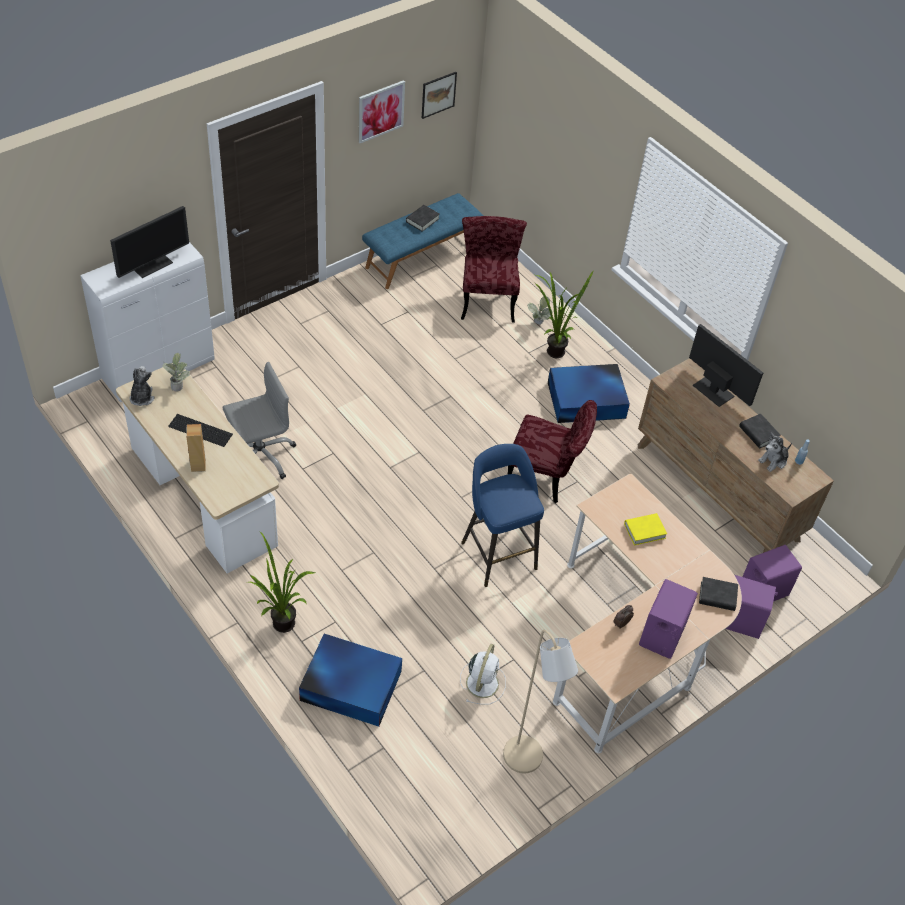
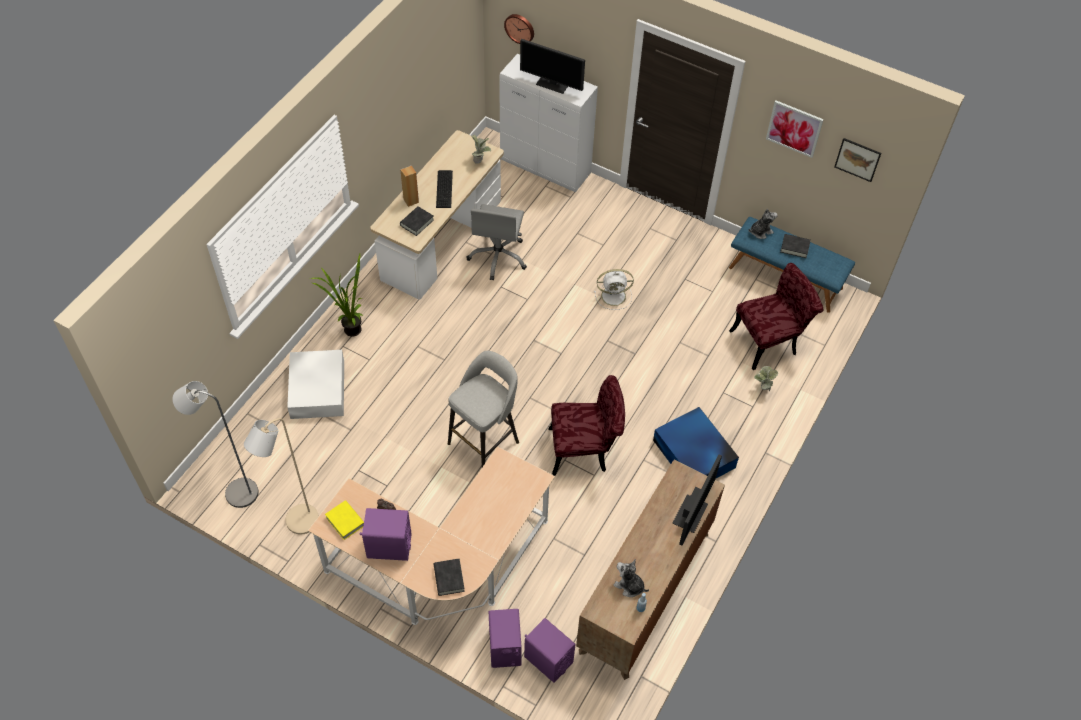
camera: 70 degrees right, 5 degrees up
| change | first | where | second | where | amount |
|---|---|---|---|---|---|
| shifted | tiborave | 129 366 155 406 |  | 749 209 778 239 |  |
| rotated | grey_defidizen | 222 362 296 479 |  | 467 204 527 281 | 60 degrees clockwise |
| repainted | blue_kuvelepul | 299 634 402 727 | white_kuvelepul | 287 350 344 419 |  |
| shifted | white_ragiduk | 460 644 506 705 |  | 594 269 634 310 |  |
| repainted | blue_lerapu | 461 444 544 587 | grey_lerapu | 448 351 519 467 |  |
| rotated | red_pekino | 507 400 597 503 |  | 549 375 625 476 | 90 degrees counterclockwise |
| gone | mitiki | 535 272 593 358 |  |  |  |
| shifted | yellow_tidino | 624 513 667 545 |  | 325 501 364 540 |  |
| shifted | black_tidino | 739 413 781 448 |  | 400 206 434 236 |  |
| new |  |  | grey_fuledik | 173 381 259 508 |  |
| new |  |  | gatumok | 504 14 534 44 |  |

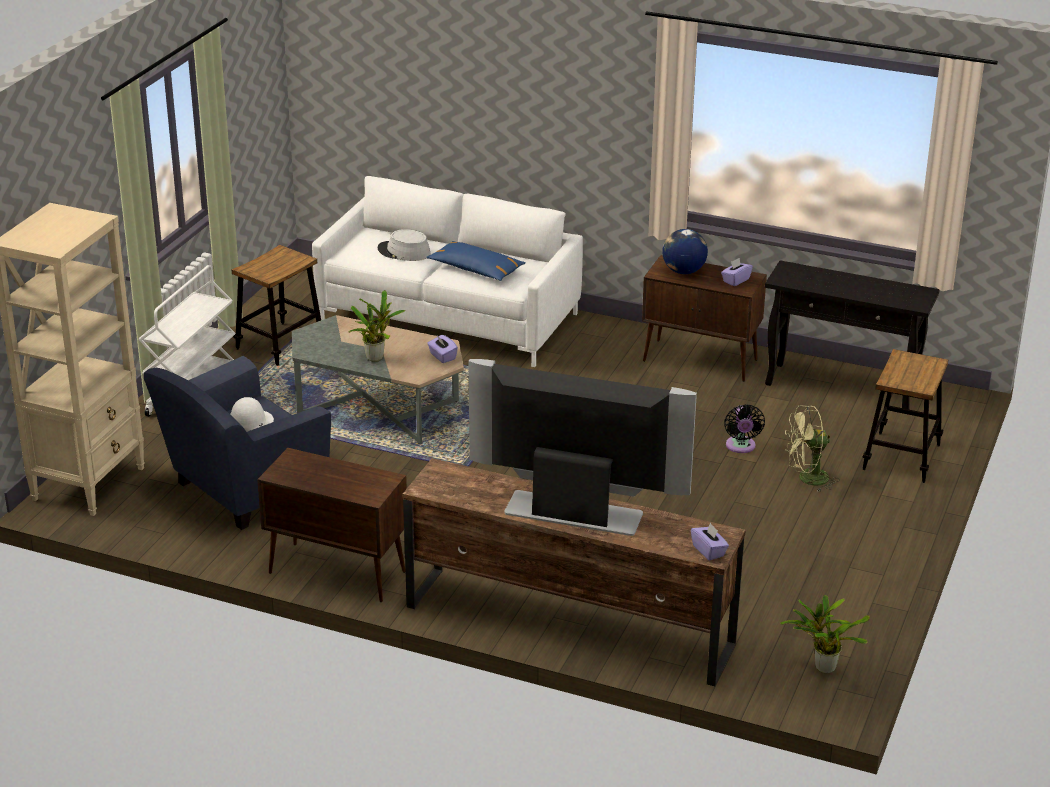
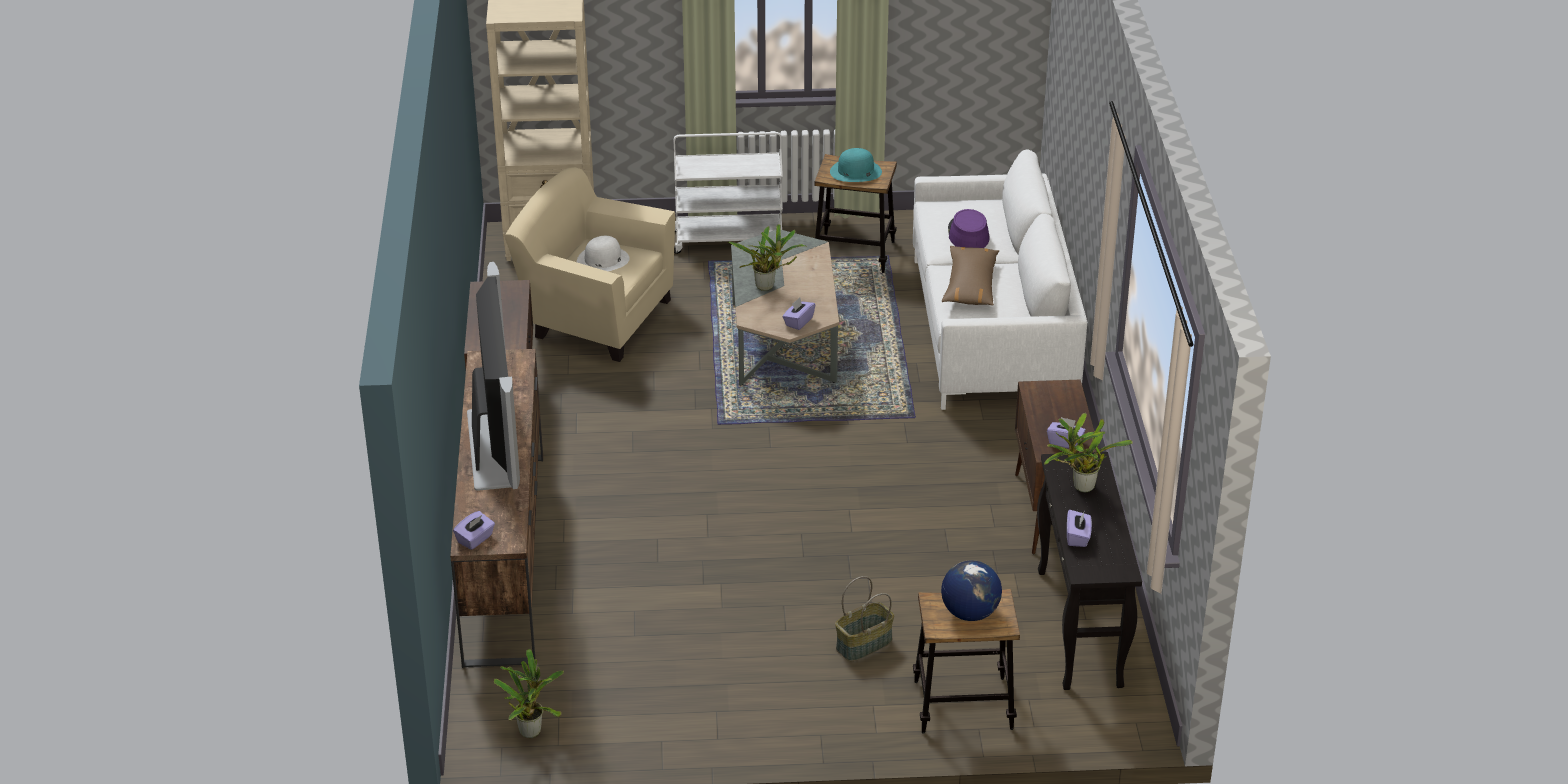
camera: 65 degrees right, 5 degrees up
| change | first | where | second | where | amount |
|---|---|---|---|---|---|
| repainted | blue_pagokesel | 144 356 331 530 | beige_pagokesel | 505 167 675 362 |  |
| repainted | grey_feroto | 378 229 430 261 | purple_feroto | 948 209 990 248 |  |
| repainted | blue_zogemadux | 426 241 525 281 | brown_zogemadux | 942 246 999 305 |  |
| shifted | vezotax | 662 229 708 274 |  | 941 560 1002 621 |  |
| gone | black_ragiduk | 724 404 765 453 |  |  |  |
| swapped | green_ragiduk | 785 406 840 492 | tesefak | 835 576 894 661 |  |
| new |  |  | turquoise_feroto | 830 148 882 182 |  |
| new |  |  | mitiki | 1044 413 1133 493 |  |
| new |  |  | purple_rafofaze | 1067 510 1092 547 |  |

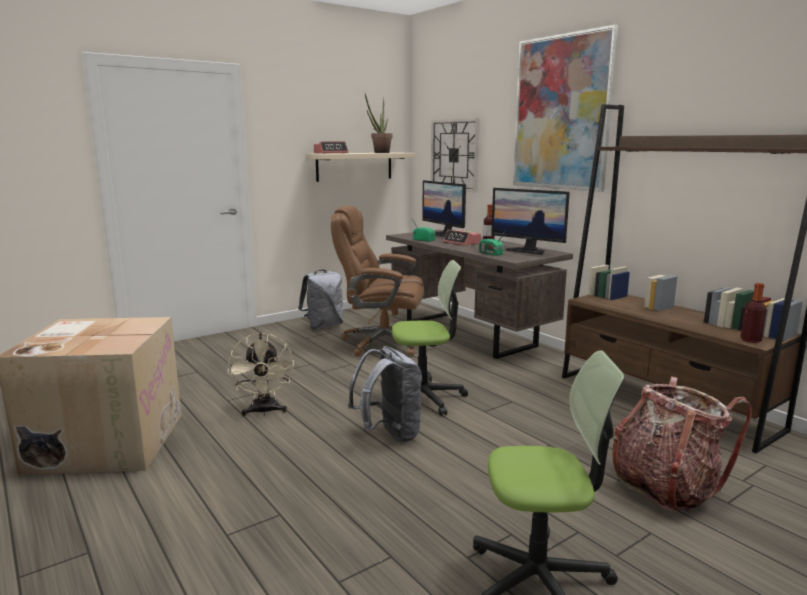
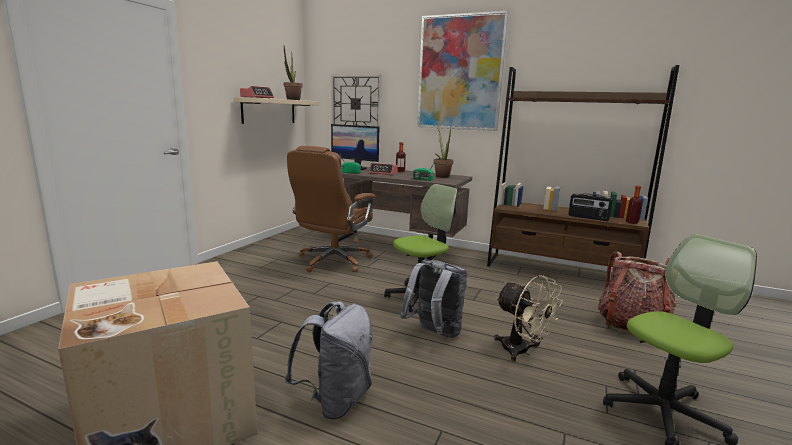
camera: 30 degrees left, 0 degrees up
| change | first | where | second | where | amount |
|---|---|---|---|---|---|
| shifted | beige_ragiduk | 227 333 294 416 |  | 494 275 563 362 |  |
| shifted | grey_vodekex | 298 270 343 329 |  | 285 302 373 420 |  |
| rotated | brown_defidizen | 330 205 424 357 |  | 287 146 376 272 | 45 degrees counterclockwise |
| swapped | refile | 491 188 570 255 | mitiki | 434 124 454 178 |  |
| new |  |  | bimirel | 568 193 613 221 |  |

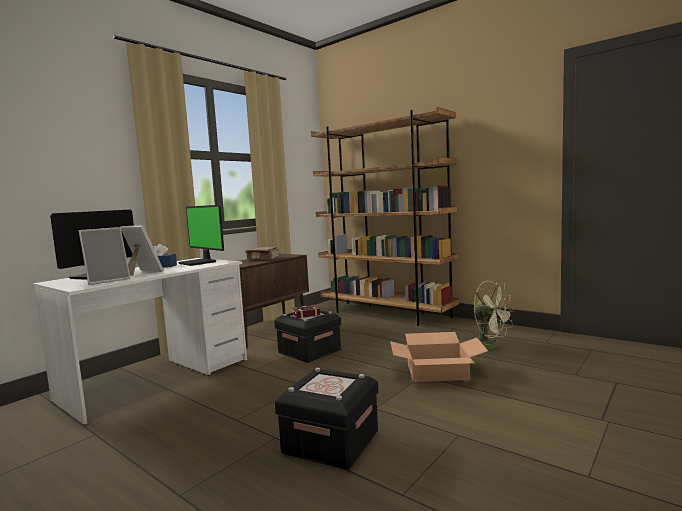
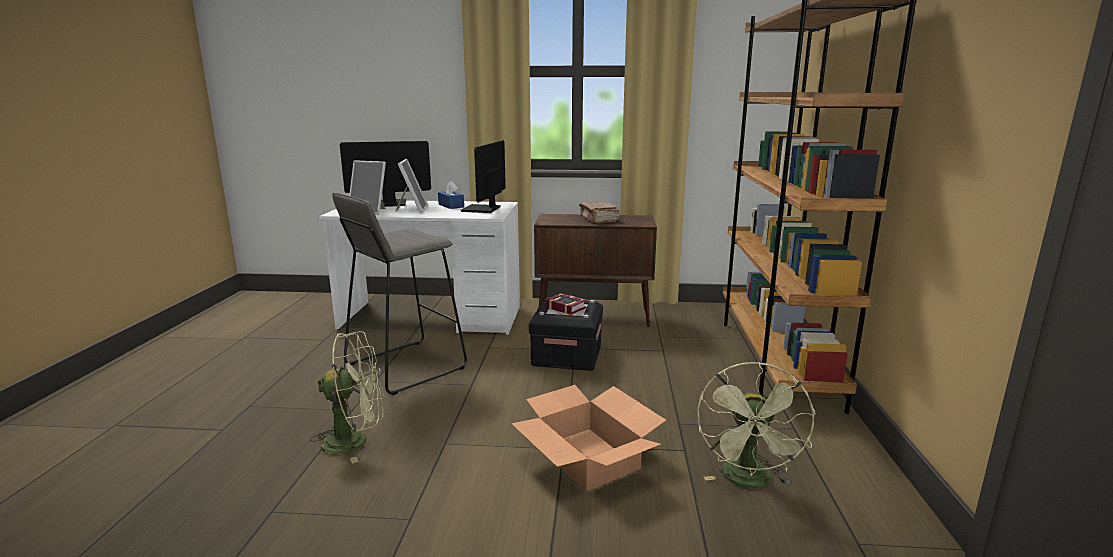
camera: 55 degrees right, 10 degrees up
| change | first | where | second | where | amount |
|---|---|---|---|---|---|
| swapped | black_kuvelepul | 275 368 378 470 | green_ragiduk | 310 331 384 464 |  |
| new |  |  | grey_lerapu | 332 193 467 395 |  |

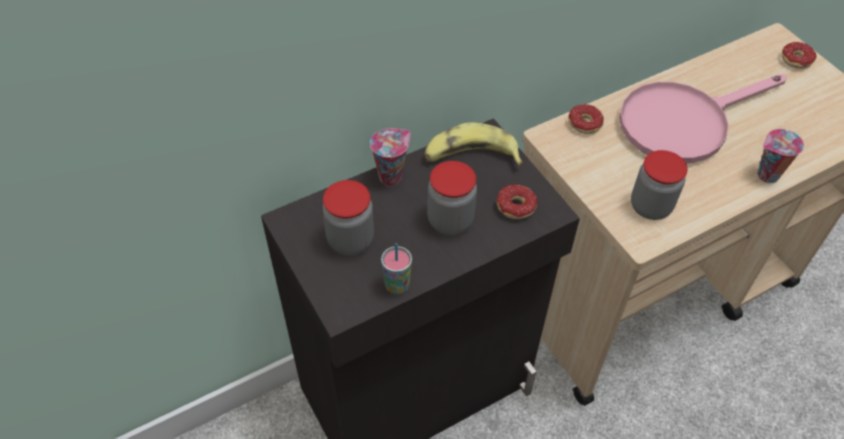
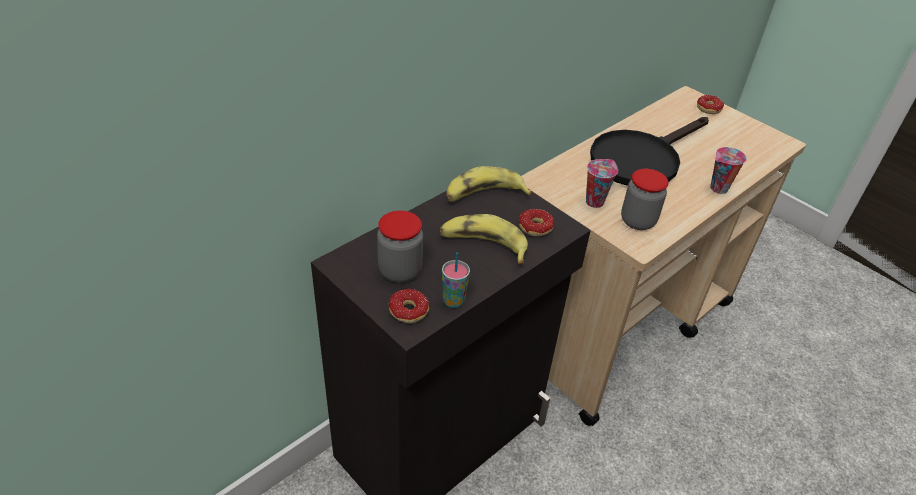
camera: 15 degrees left, 10 degrees down
| change | first | where | second | where | amount |
|---|---|---|---|---|---|
| shifted | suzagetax | 370 128 411 187 |  | 586 159 618 208 |  |
| swapped | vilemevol | 427 161 477 235 | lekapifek | 440 214 528 264 |  |
| shifted | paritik | 568 104 604 134 |  | 388 289 429 330 |  |
| repainted | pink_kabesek | 619 74 787 163 | black_kabesek | 590 117 709 186 |  |

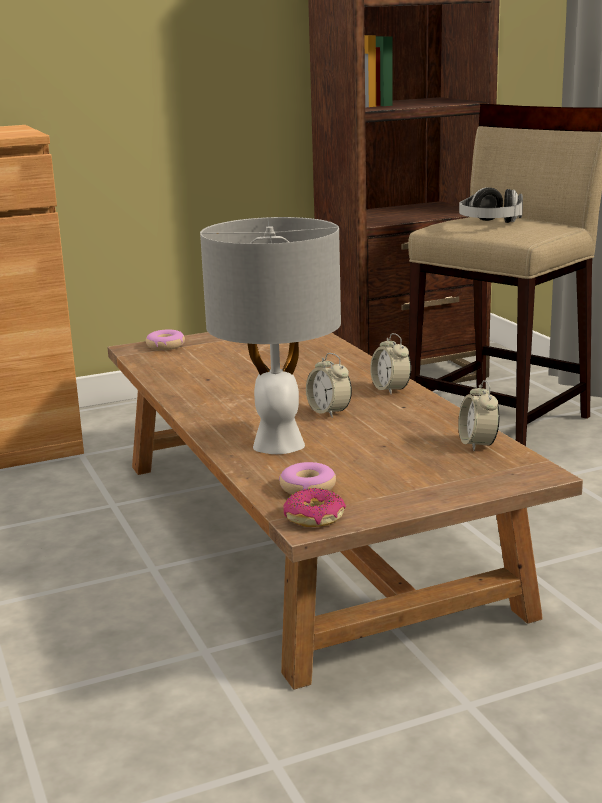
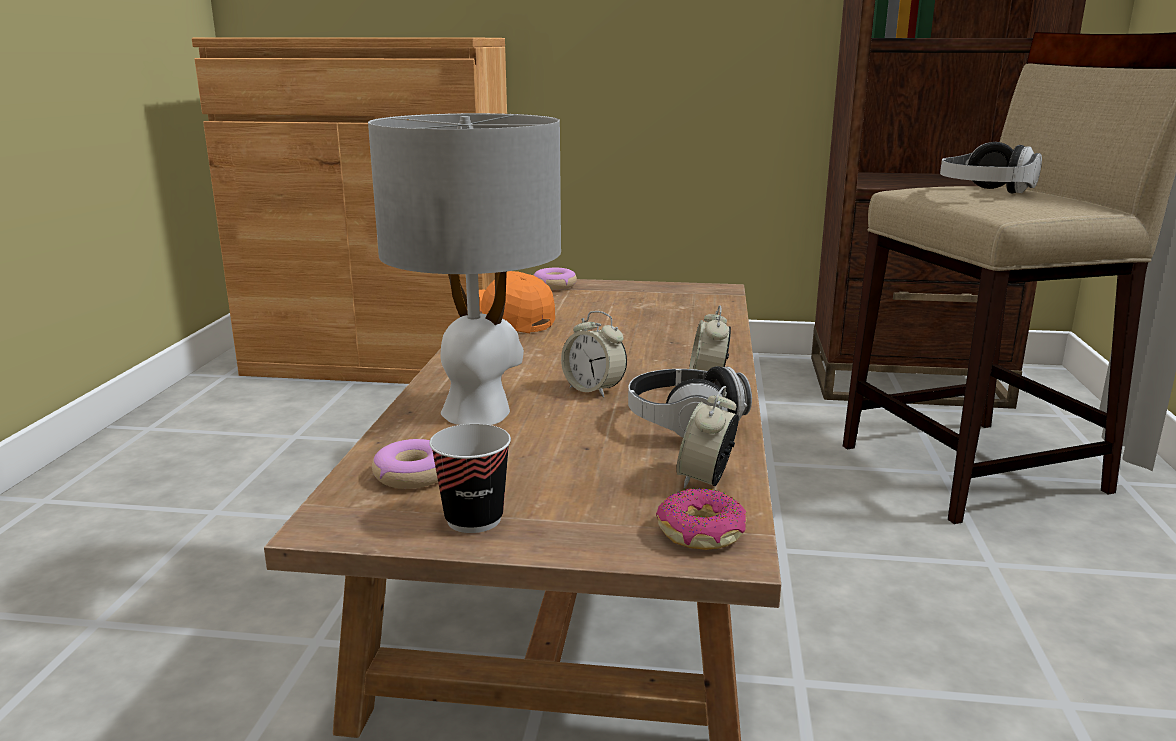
camera: 30 degrees right, 0 degrees up
| change | first | where | second | where | amount |
|---|---|---|---|---|---|
| shifted | paritik | 283 488 346 527 |  | 656 488 746 550 |  |
| rotated | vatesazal | 306 353 352 418 |  | 561 311 627 398 | 45 degrees counterclockwise |
| new |  |  | suzagetax | 429 424 511 533 |  |
| new |  |  | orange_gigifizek | 479 271 555 333 |  |
| new |  |  | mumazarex | 628 366 752 438 |  |

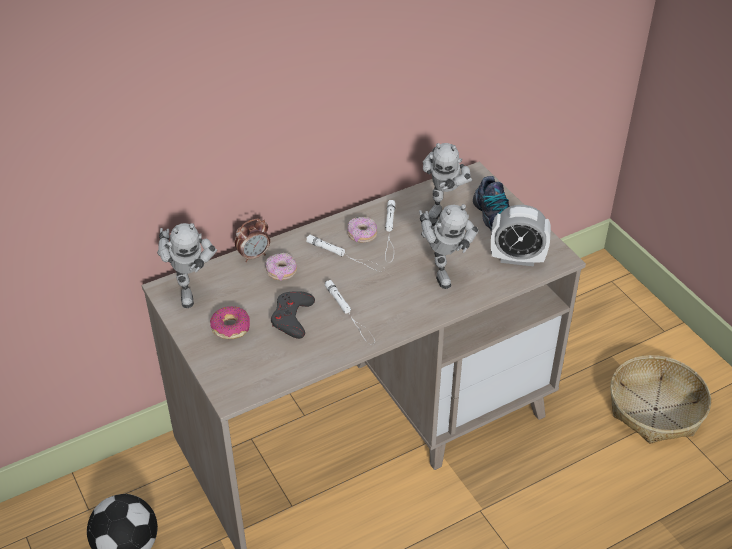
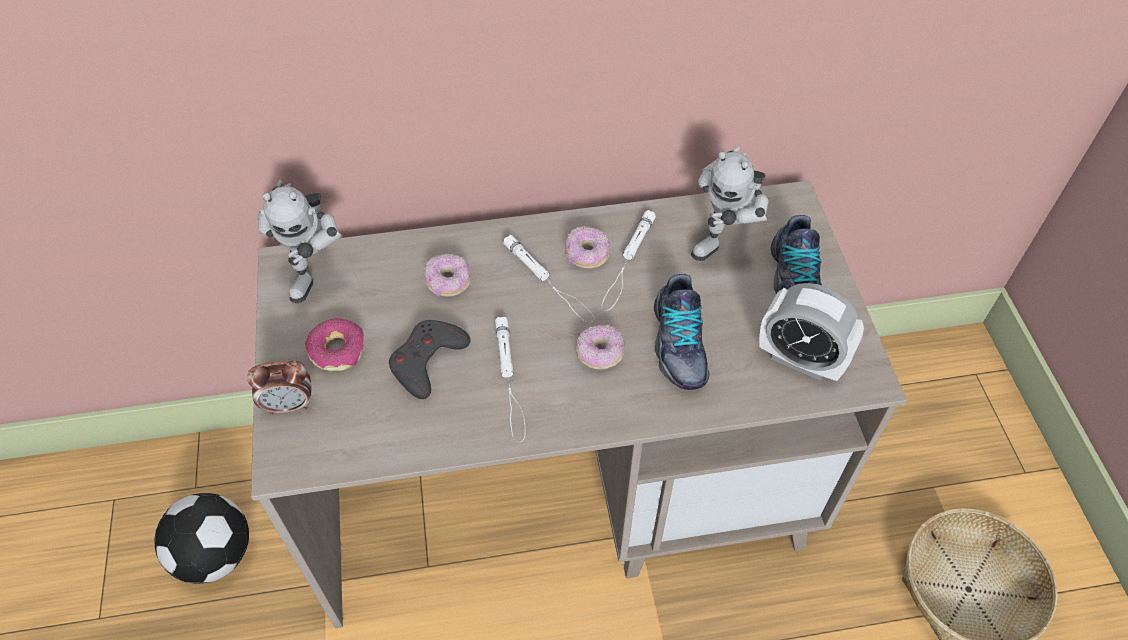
camera: 20 degrees right, 10 degrees up
| change | first | where | second | where | amount |
|---|---|---|---|---|---|
| shifted | vatesazal | 235 219 270 262 |  | 247 361 311 415 |  |
| swapped | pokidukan | 419 204 479 289 | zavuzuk | 654 274 710 390 |  |
| new |  |  | paritik | 575 324 625 370 |  |

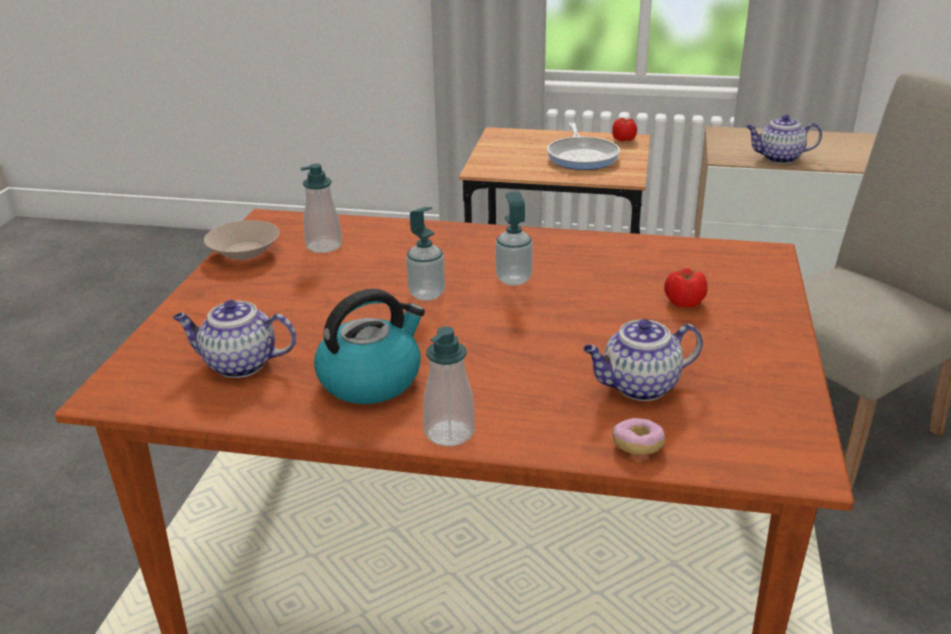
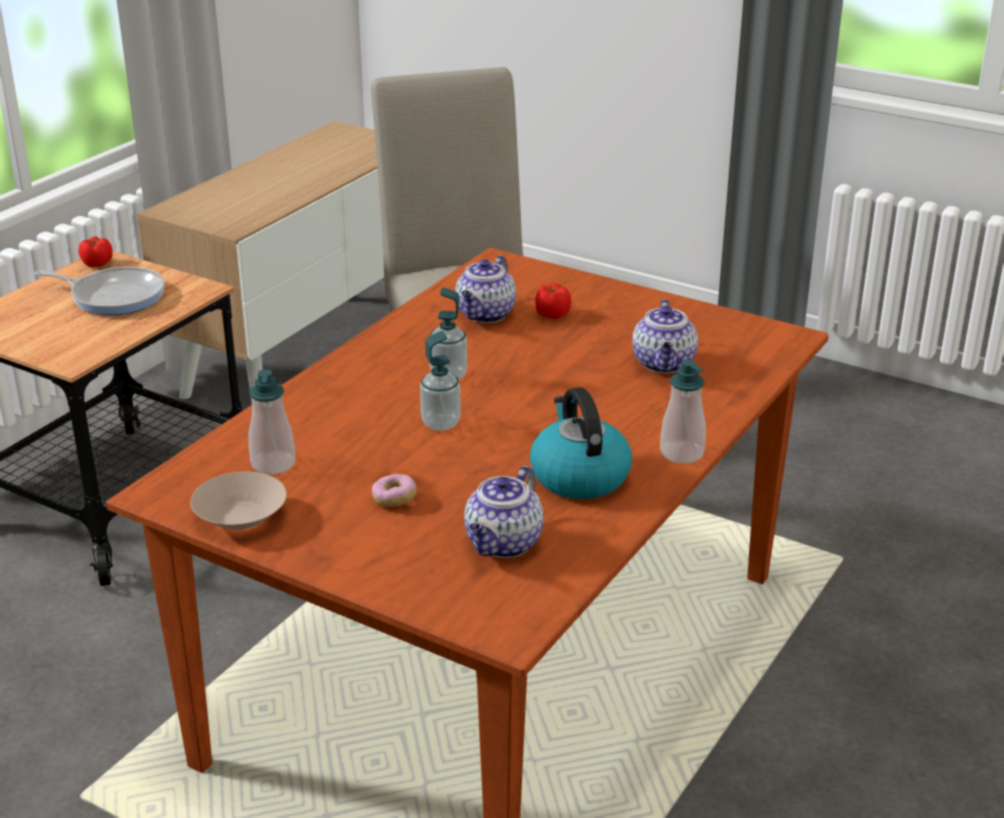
camera: 70 degrees left, 0 degrees up
| change | first | where | second | where | amount |
|---|---|---|---|---|---|
| shifted | paritik | 612 418 665 455 |  | 372 474 416 507 |  |
| shifted | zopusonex | 746 114 822 164 |  | 455 255 516 323 |  |

